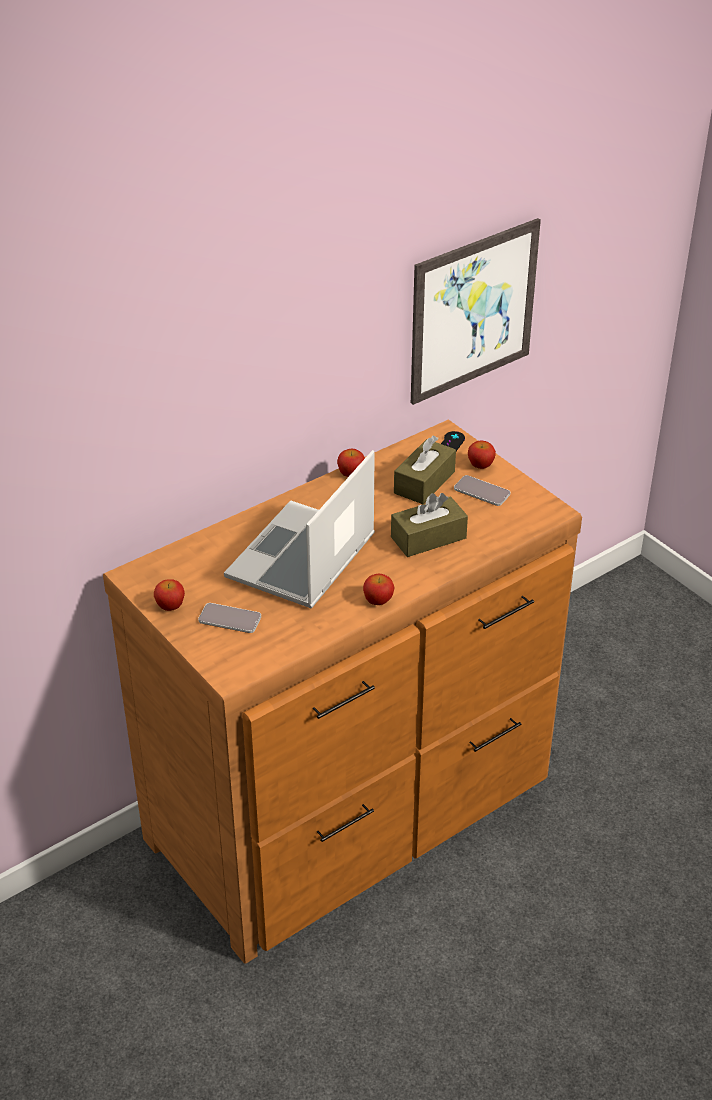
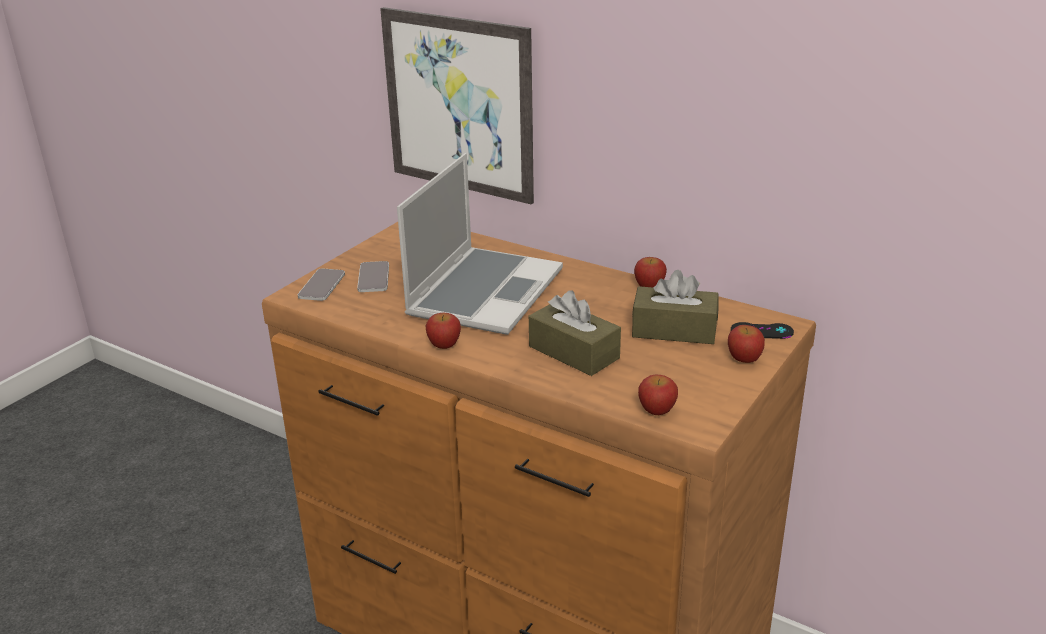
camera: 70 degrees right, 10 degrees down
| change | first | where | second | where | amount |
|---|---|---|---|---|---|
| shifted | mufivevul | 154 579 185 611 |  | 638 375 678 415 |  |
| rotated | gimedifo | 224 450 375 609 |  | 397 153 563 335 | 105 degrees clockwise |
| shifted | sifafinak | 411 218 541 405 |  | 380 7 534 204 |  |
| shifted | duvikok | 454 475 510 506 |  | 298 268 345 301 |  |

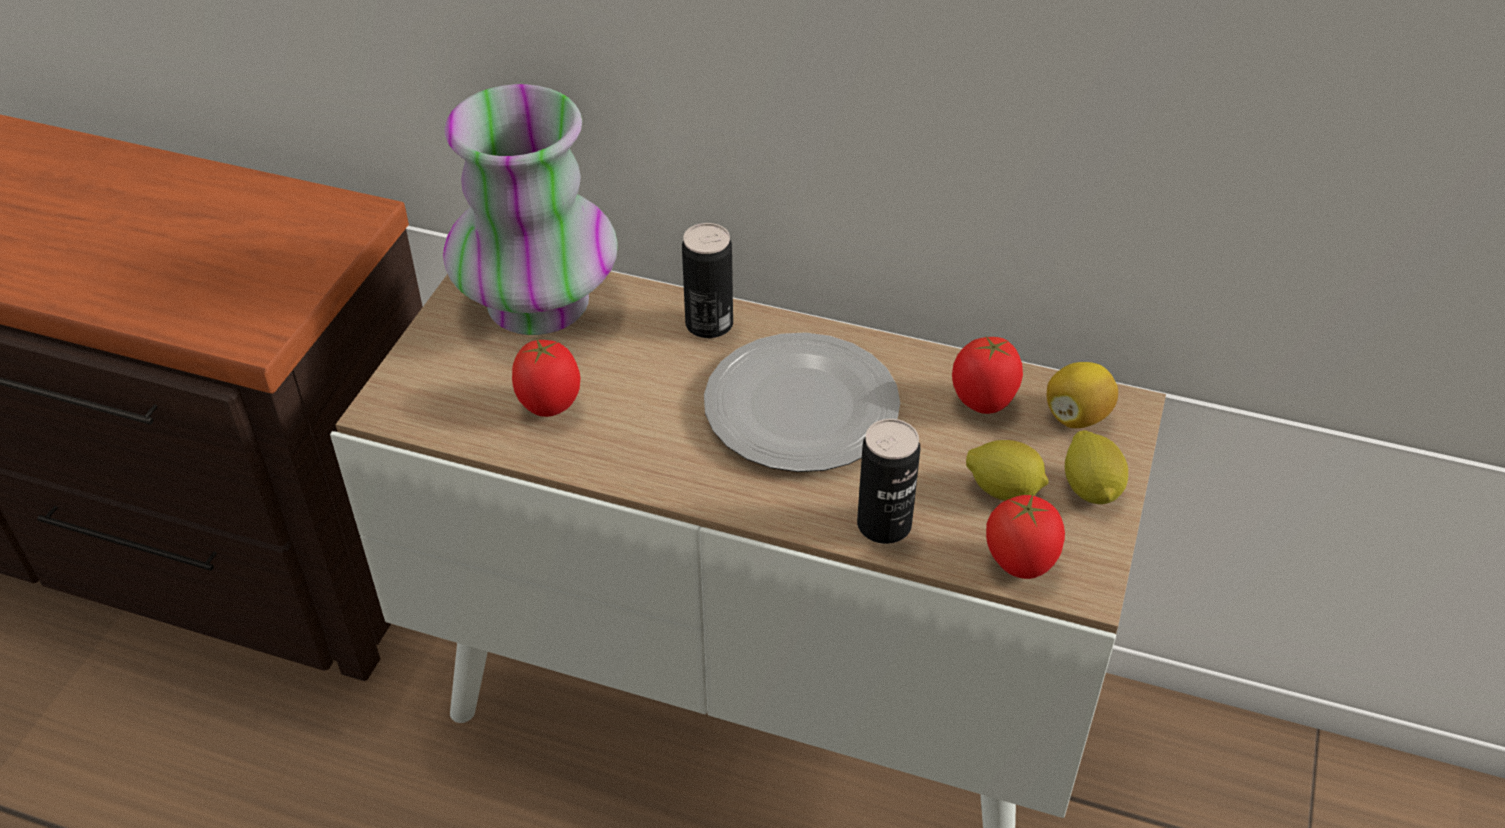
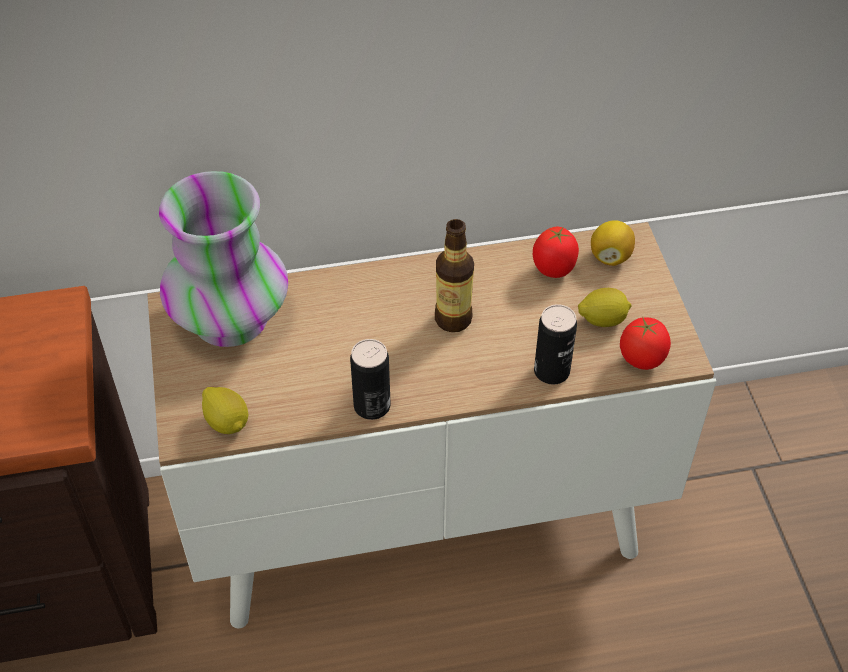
camera: 30 degrees left, 5 degrees up
| change | first | where | second | where | amount |
|---|---|---|---|---|---|
| gone | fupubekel | 512 338 580 417 |  |  |  |
| shifted | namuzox | 682 223 733 338 |  | 350 339 391 420 |  |
| swapped | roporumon | 704 332 900 472 | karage | 435 219 474 332 |  |
| shifted | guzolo | 1065 430 1128 504 |  | 202 387 248 434 |  |

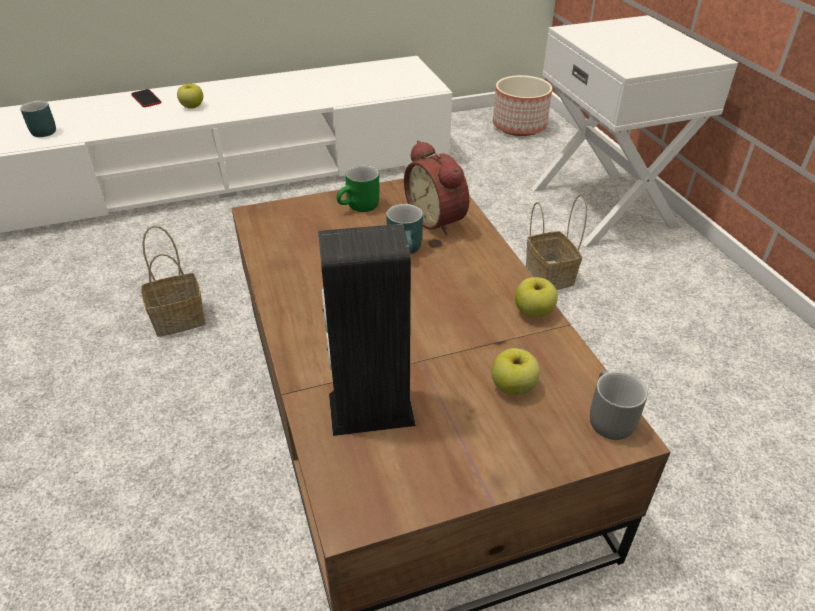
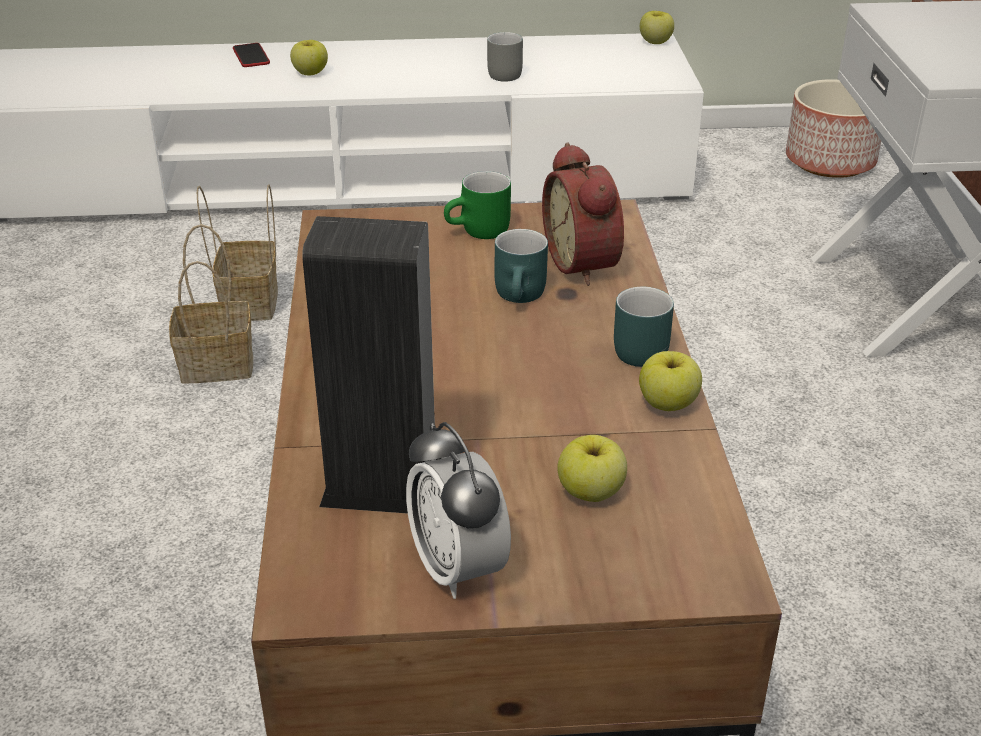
camera: 15 degrees right, 5 degrees down
| change | first | where | second | where | amount |
|---|---|---|---|---|---|
| shifted | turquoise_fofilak | 20 101 56 137 |  | 614 287 674 367 |  |
| shifted | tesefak | 525 194 587 290 |  | 197 184 278 321 |  |
| shifted | grey_fofilak | 590 370 648 440 |  | 487 32 523 82 |  |
| new |  |  | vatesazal | 406 422 511 599 |  |
| new |  |  | mufivevul | 640 11 674 44 |  |

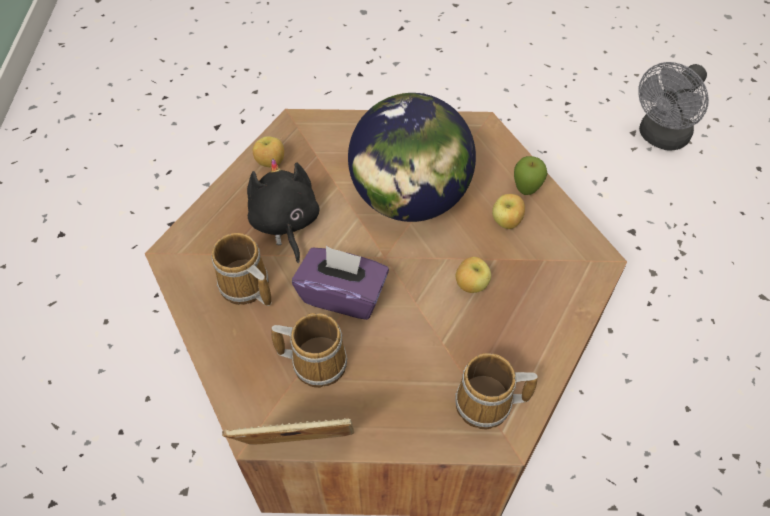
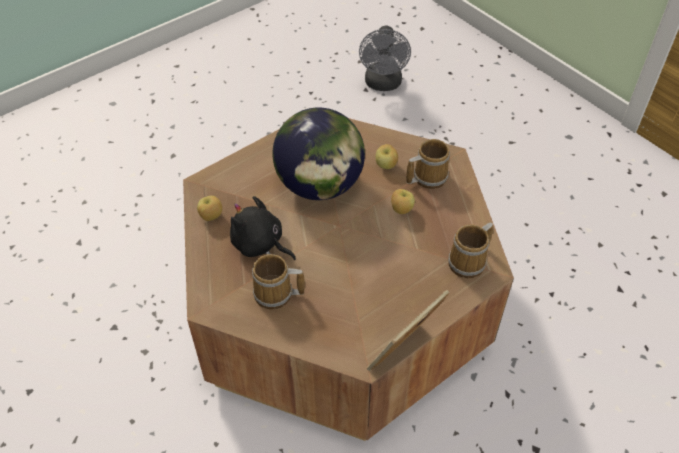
camera: 40 degrees left, 5 degrees down
| change | first | where | second | where | amount |
|---|---|---|---|---|---|
| shifted | fofilak | 271 313 348 388 |  | 406 139 450 189 |  |
| gone | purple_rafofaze | 292 246 389 320 |  |  |  |
| gone | mufivevul | 514 156 548 195 |  |  |  |

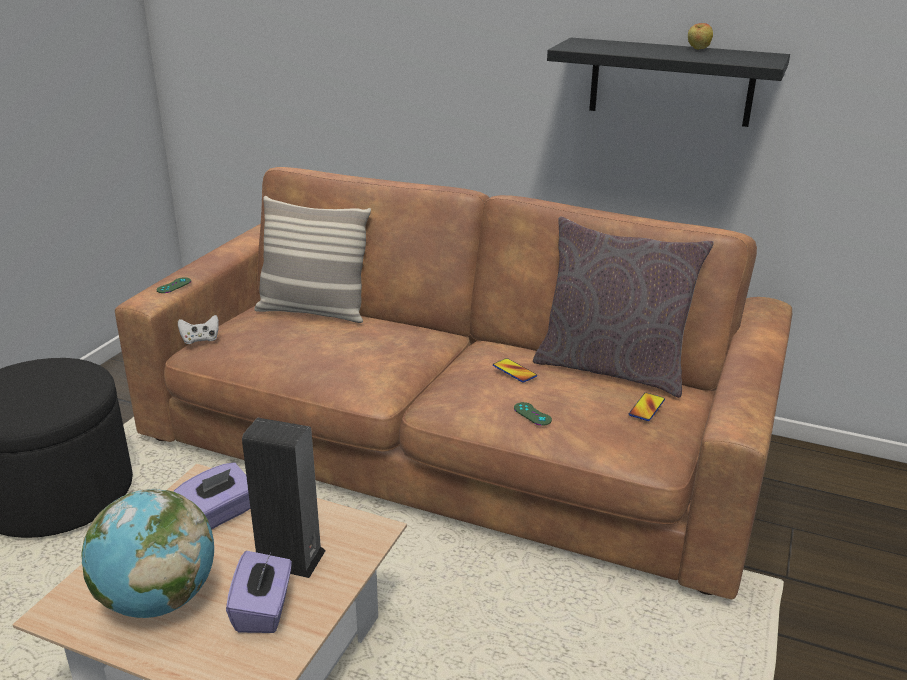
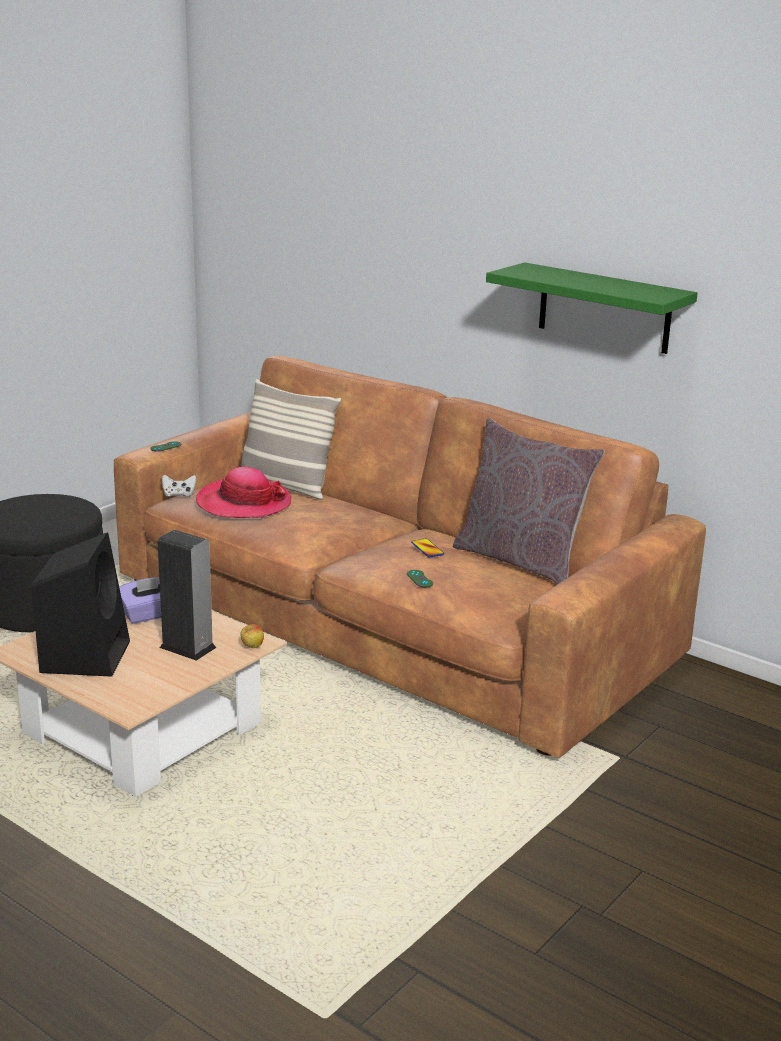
camera: 15 degrees right, 5 degrees down
| change | first | where | second | where | amount |
|---|---|---|---|---|---|
| swapped | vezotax | 82 489 214 618 | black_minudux | 31 532 130 677 |  |
| gone | purple_rafofaze | 226 551 292 633 |  |  |  |
| repainted | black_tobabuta | 547 38 790 127 | green_tobabuta | 486 262 698 354 |  |
| gone | duvikok | 629 393 665 421 |  |  |  |
| shifted | mufivevul | 688 23 713 50 |  | 240 624 264 648 |  |
| new |  |  | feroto | 196 467 291 518 |  |

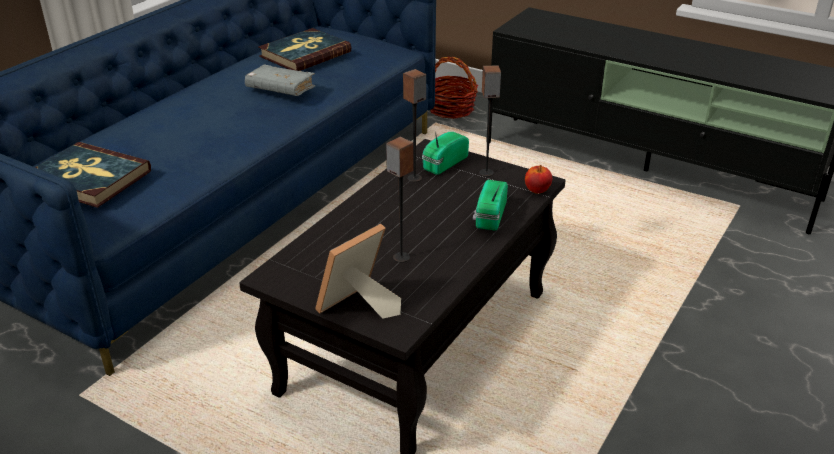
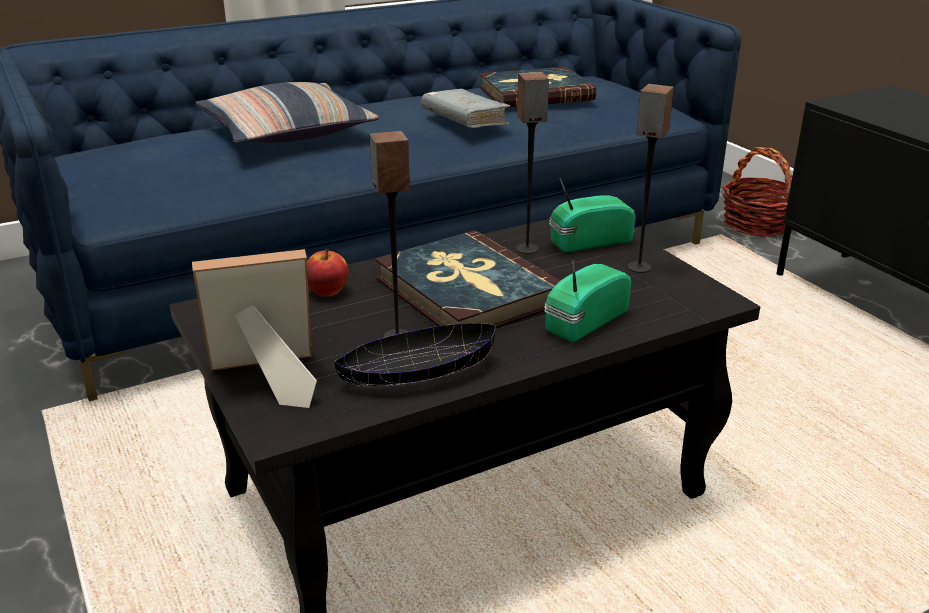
camera: 30 degrees right, 5 degrees down
| change | first | where | second | where | amount |
|---|---|---|---|---|---|
| shifted | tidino | 36 142 151 208 |  | 375 231 560 329 |  |
| shifted | mufivevul | 525 165 552 194 |  | 307 249 348 296 |  |
| new |  |  | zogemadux | 195 82 379 143 |  |
| new |  |  | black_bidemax | 334 323 496 386 |  |

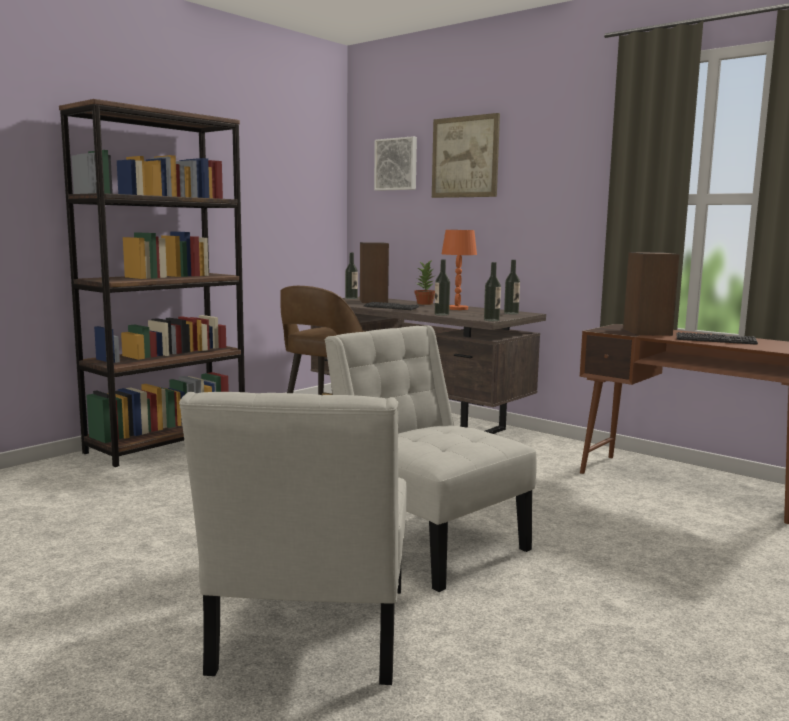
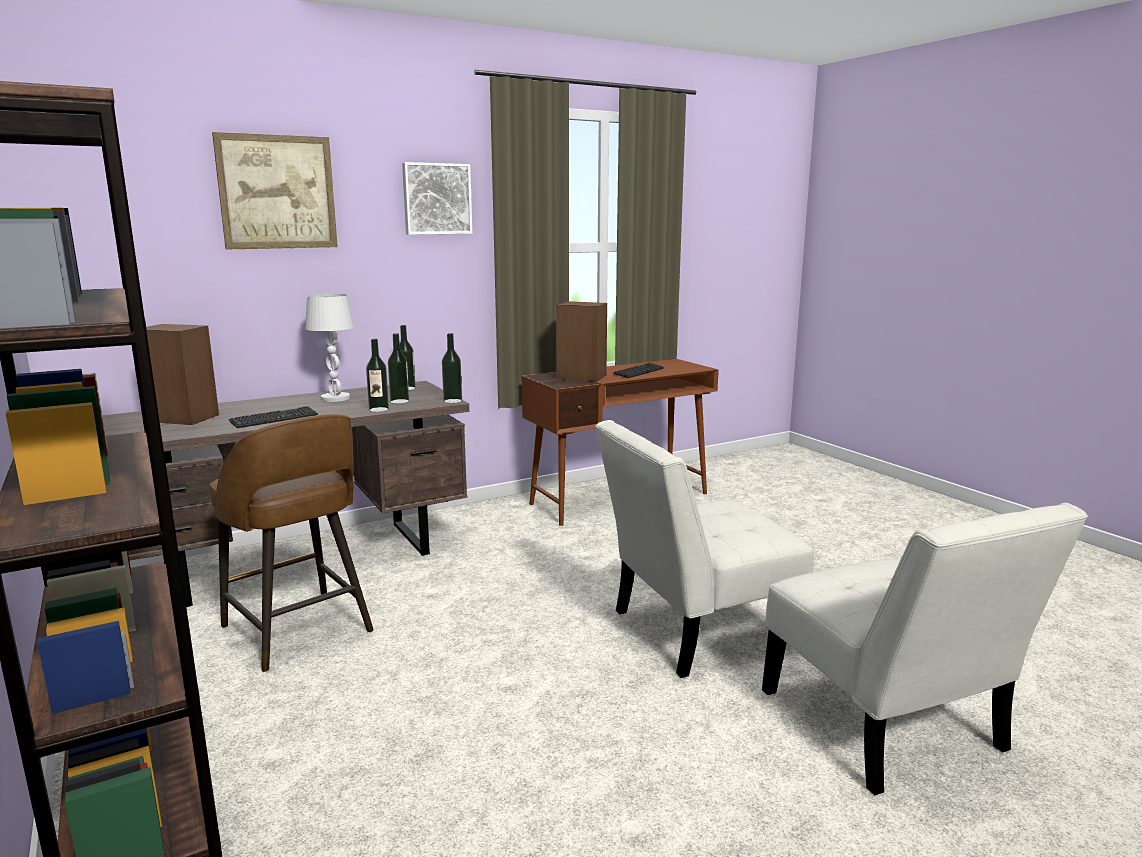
camera: 70 degrees left, 5 degrees up
| change | first | where | second | where | amount |
|---|---|---|---|---|---|
| rotated | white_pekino | 179 392 407 685 |  | 762 503 1088 795 | 45 degrees clockwise |
| shifted | karage | 345 253 358 299 |  | 388 333 409 404 |  |
| shifted | sifafinak | 374 136 417 191 |  | 402 162 472 235 |  |
| gone | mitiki | 415 260 435 305 |  |  |  |
| repainted | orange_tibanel | 442 230 477 310 | white_tibanel | 305 294 354 402 |  |

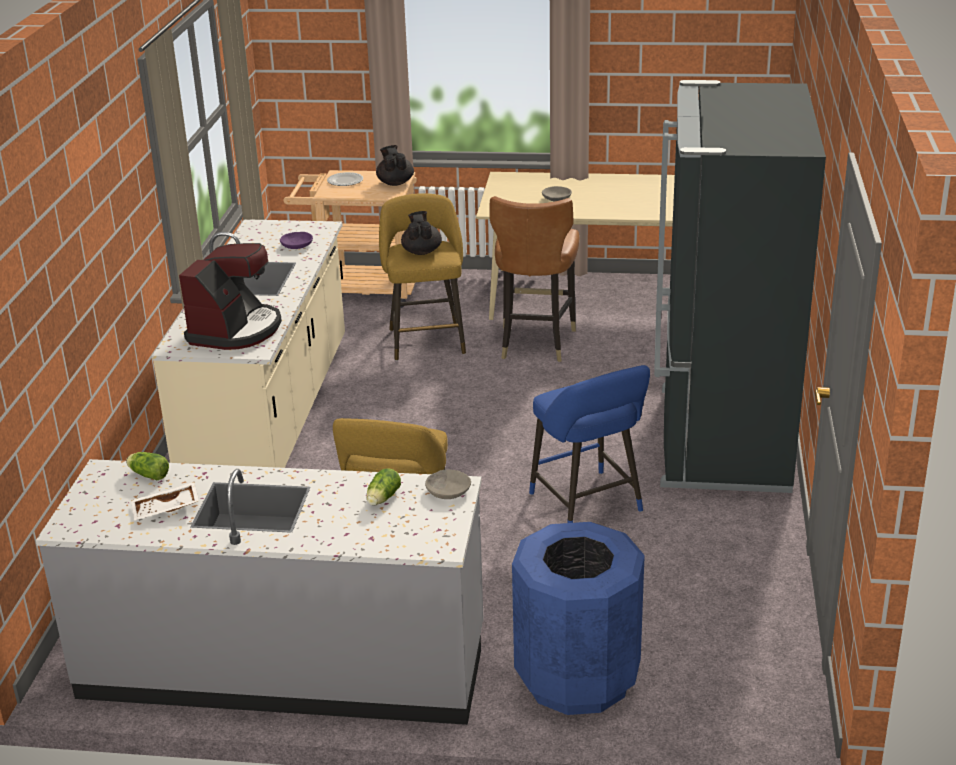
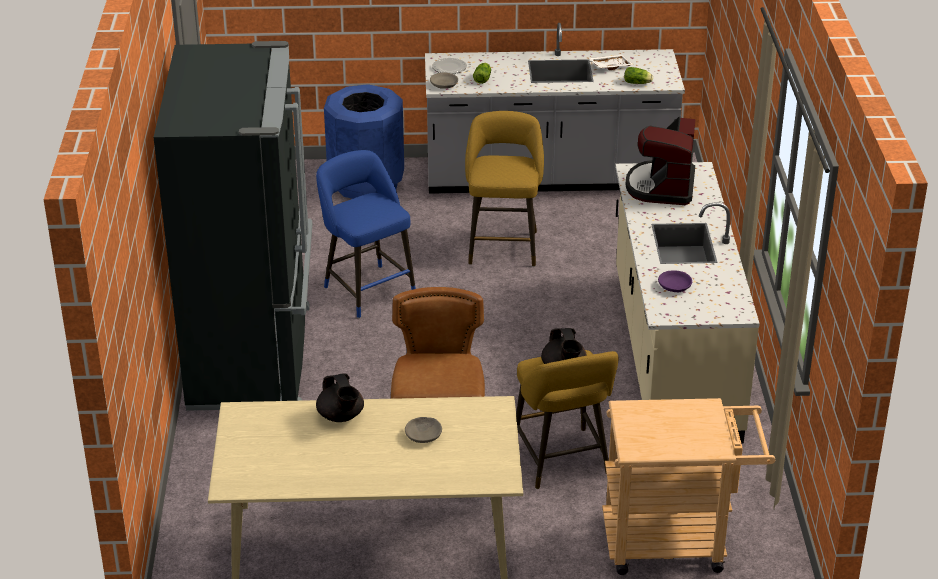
camera: 170 degrees right, 5 degrees up
| change | first | where | second | where | amount |
|---|---|---|---|---|---|
| shifted | roporumon | 327 172 363 186 |  | 432 58 467 74 |  |
| shifted | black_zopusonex | 376 145 414 186 |  | 316 374 364 422 |  |

